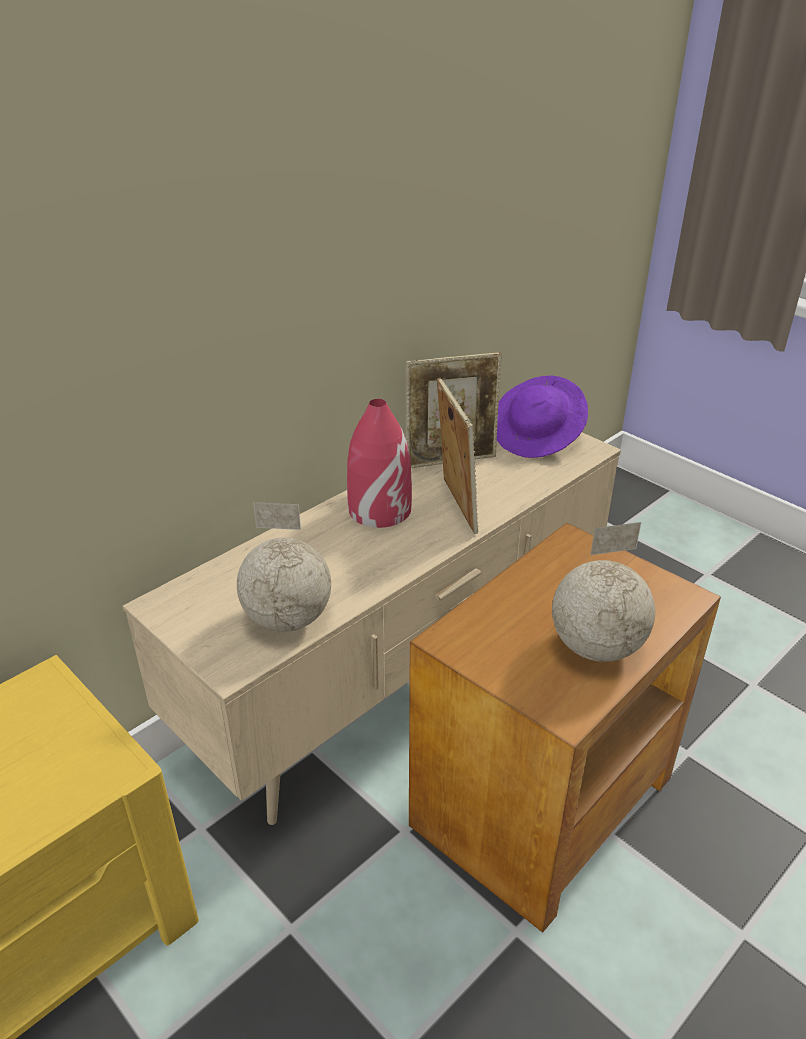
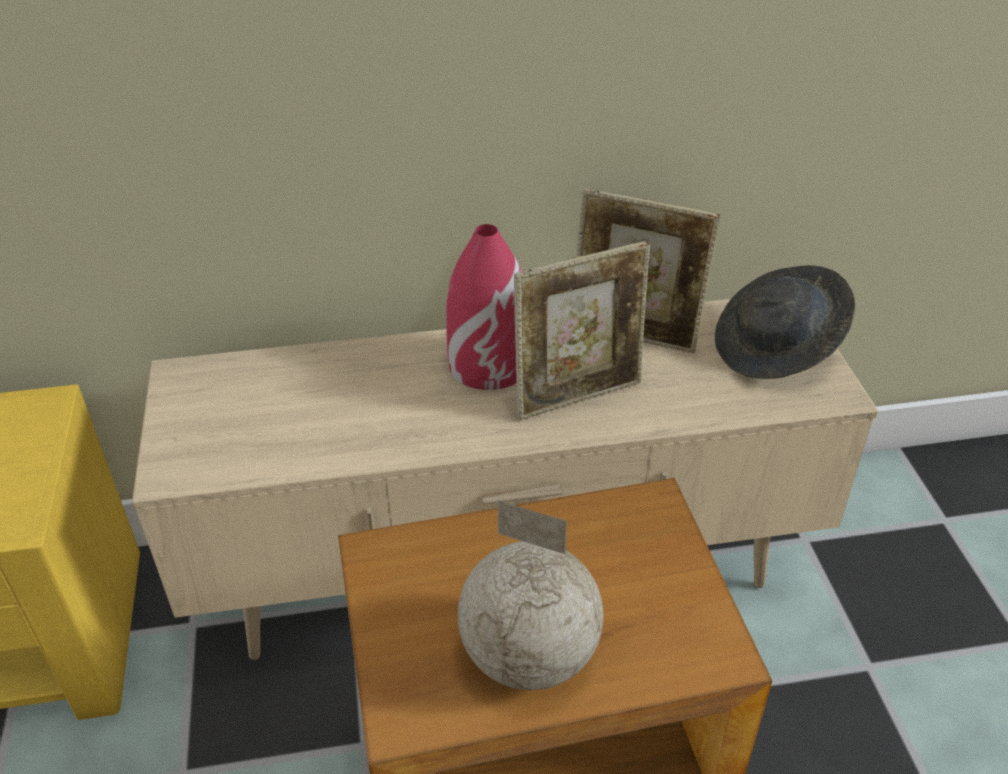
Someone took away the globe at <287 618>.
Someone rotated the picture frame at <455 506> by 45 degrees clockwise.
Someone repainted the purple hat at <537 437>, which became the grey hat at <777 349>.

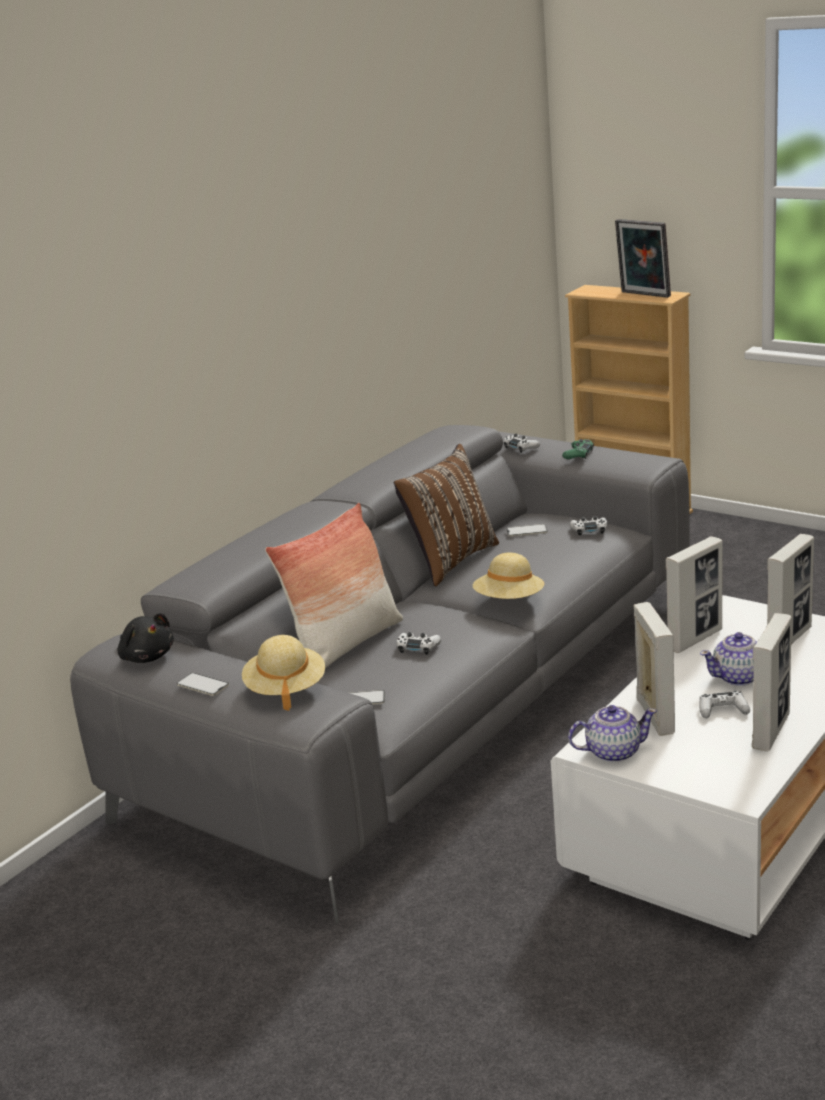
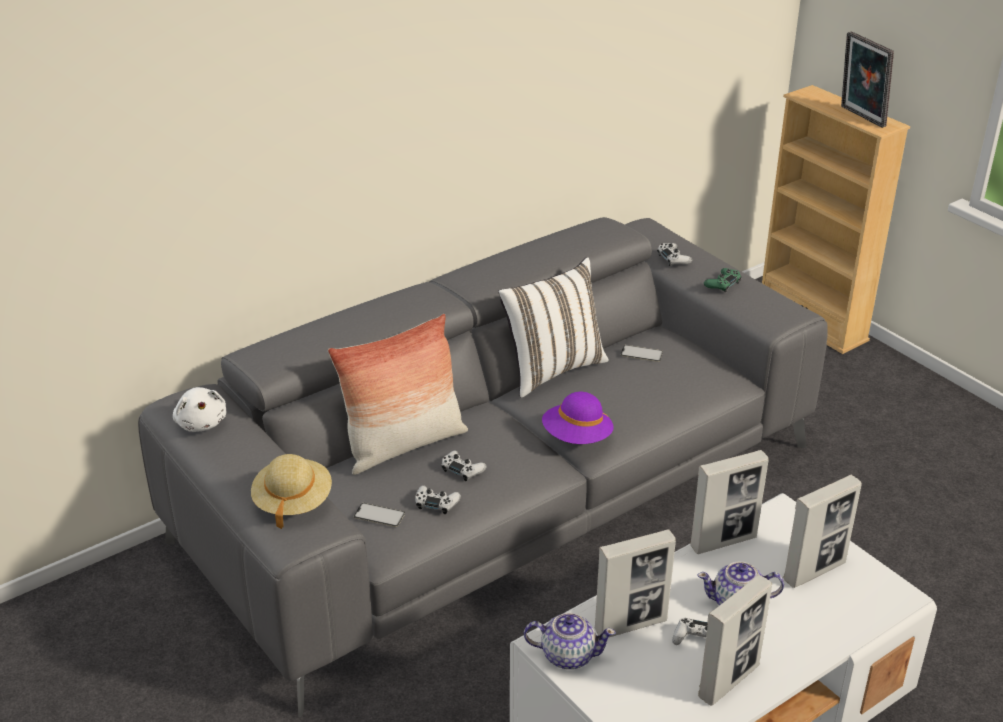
Someone repainted the black plush toy at <147 656>, which became the white plush toy at <201 422>.
Someone took away the phone at <202 684>.
Someone repainted the brown pillow at <450 561>, which became the white pillow at <552 369>.
Someone repainted the beige hat at <509 601>, which became the purple hat at <577 437>.
Someone carried the white game controller from <589 530> to <436 503>.
Someone rotated the picture frame at <655 716> by 60 degrees clockwise.

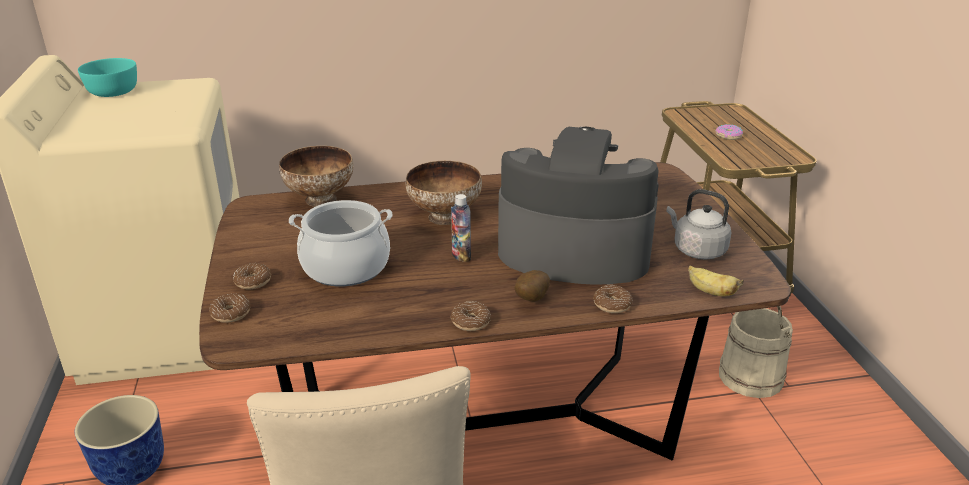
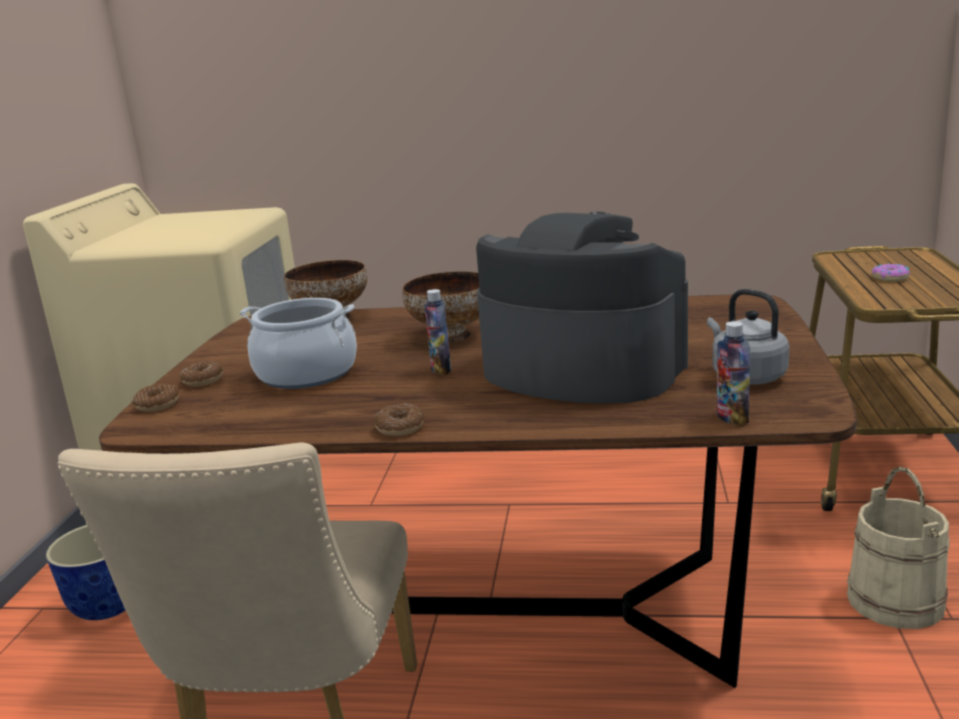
Someone took away the turquoise bowl at <114 92>.
Someone took away the potato at <530 299>.
Someone took away the donut at <612 304>.
Someone swapped the banana at <710 292> for the bottle at <732 418>.

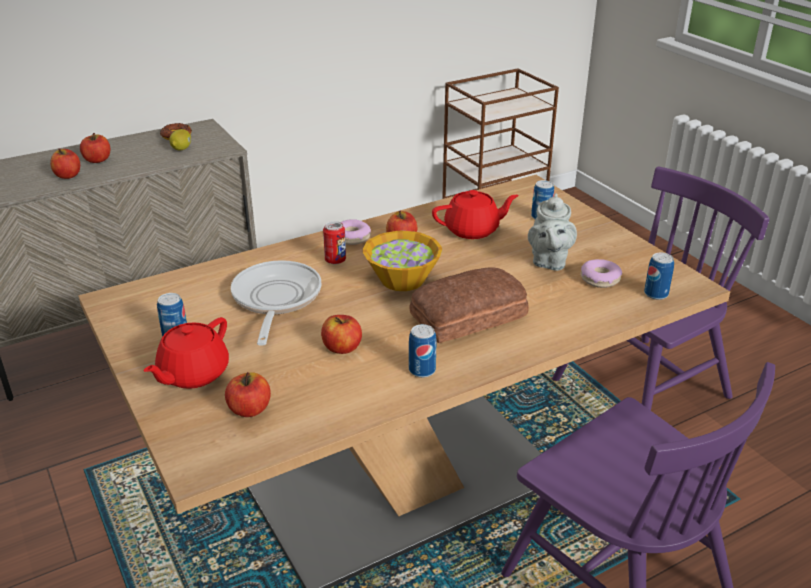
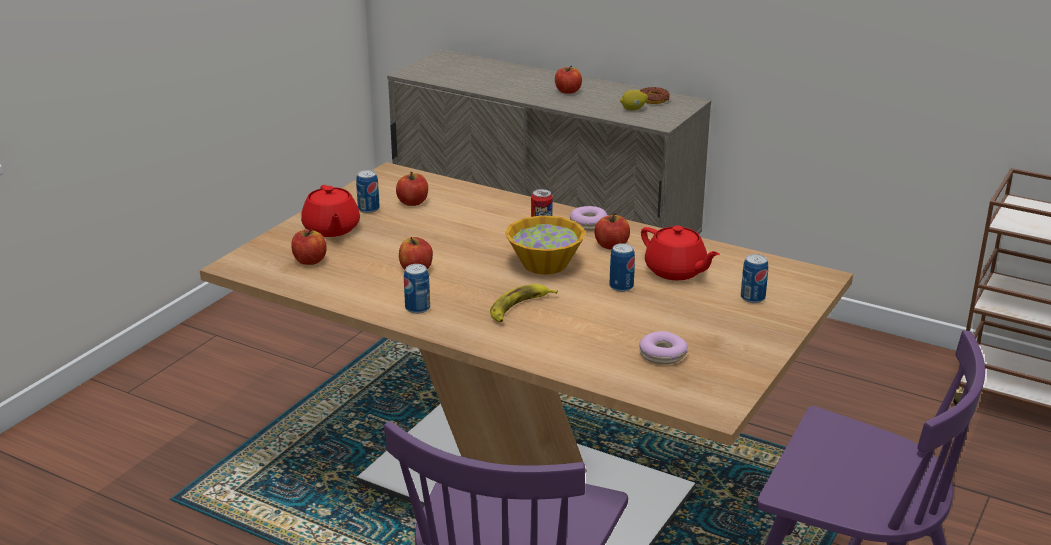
Someone carried the apple from <68 175> to <413 202>.
Someone rotated the red teapot at <192 374> by 105 degrees counterclockwise.
Someone took away the frying pan at <275 300>.
Someone swapped the bread at <470 317> for the banana at <519 308>.
Someone took away the grey teapot at <548 261>.
Someone carried the can from <656 294> to <621 287>.

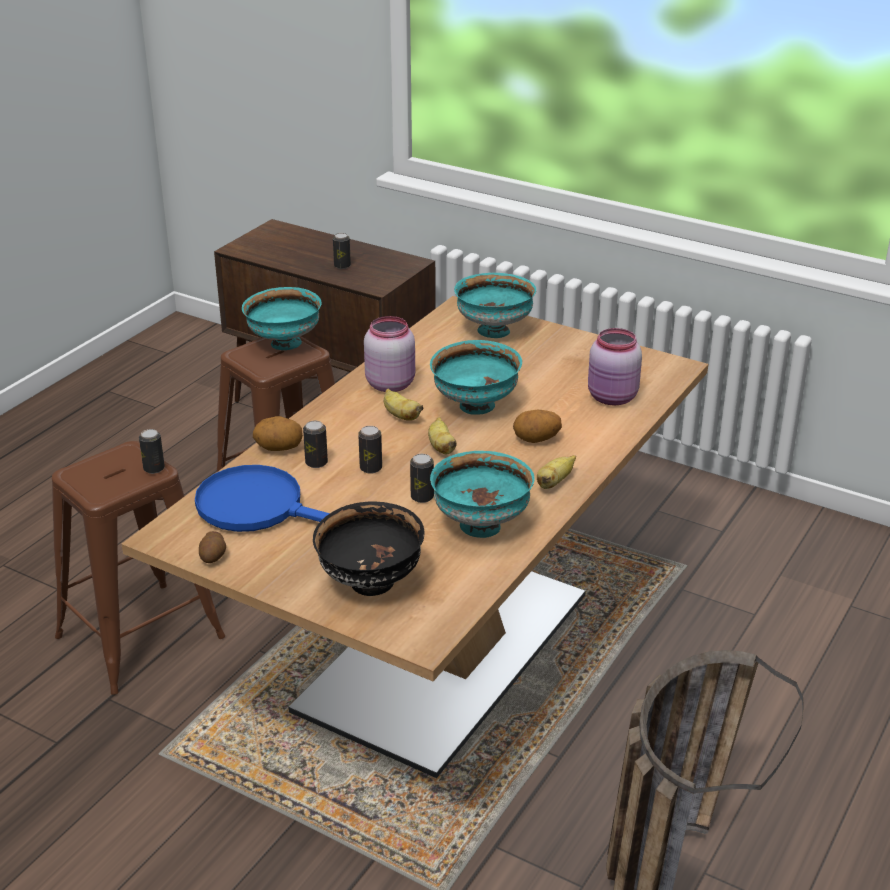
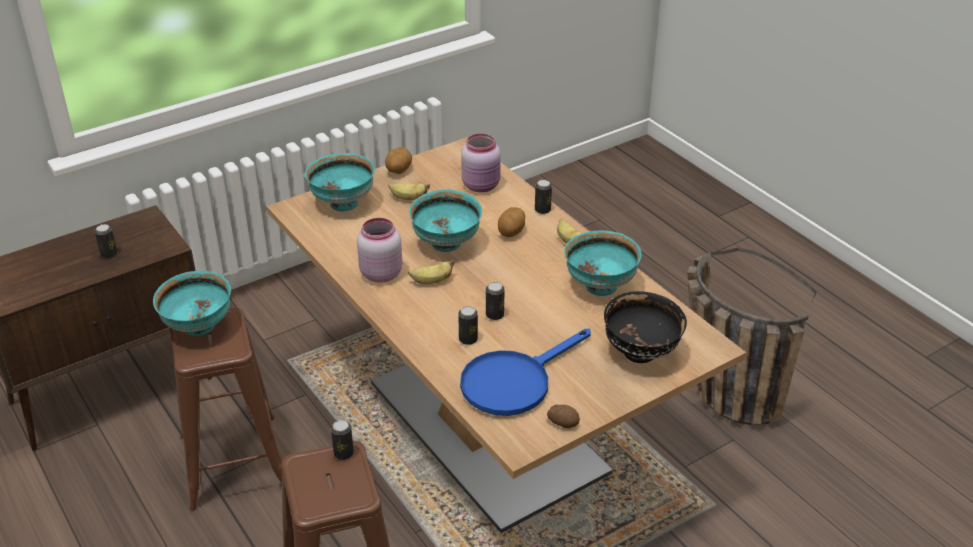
Someone carried the potato from <279 448> to <398 171>.
Someone carried the can from <422 497> to <542 210>.
Someone carried the banana from <441 447> to <408 198>.

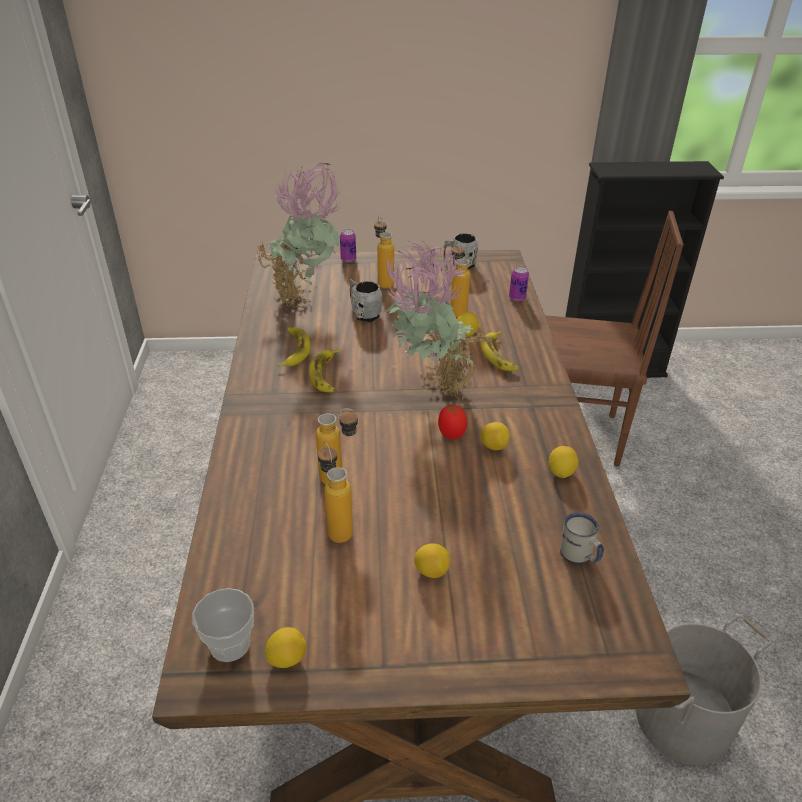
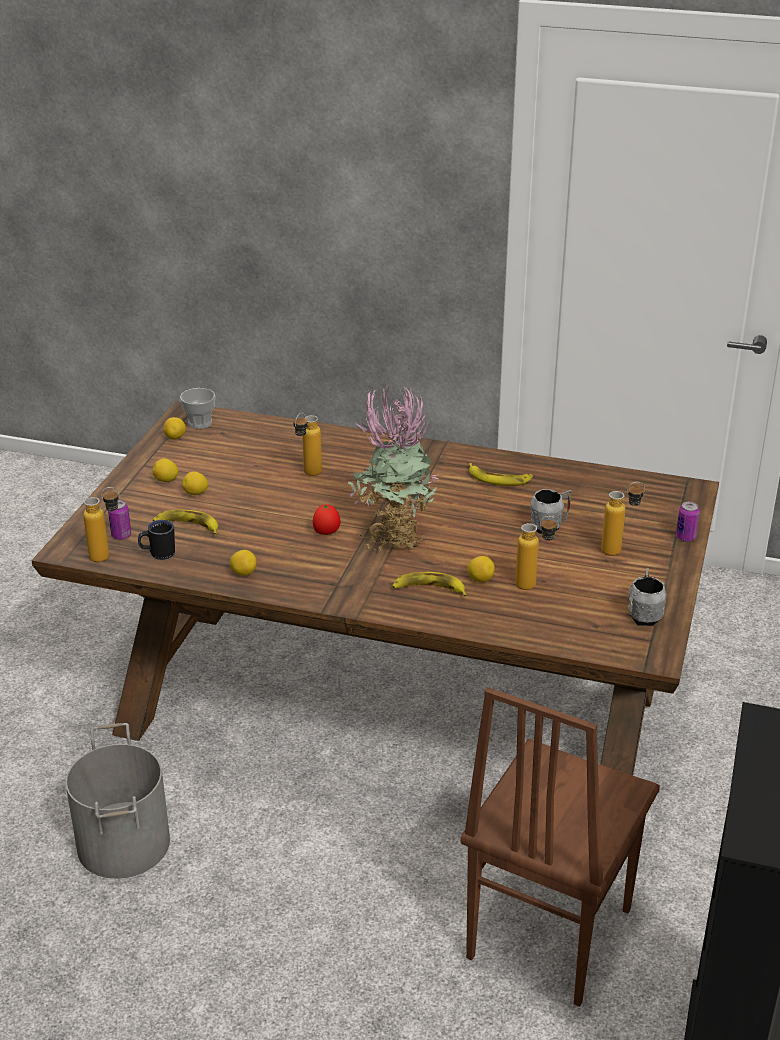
Someone took away the potted plant at <306 297>.
Someone carried the banana from <326 375> to <187 526>.
Someone carried the bottle from <336 527> to <108 557>.
Someone carried the lemon from <493 446> to <166 480>.
Someone carried the can from <517 298> to <121 535>.
Someone repainted the white mug at <579 557>, which became the black mug at <158 553>.

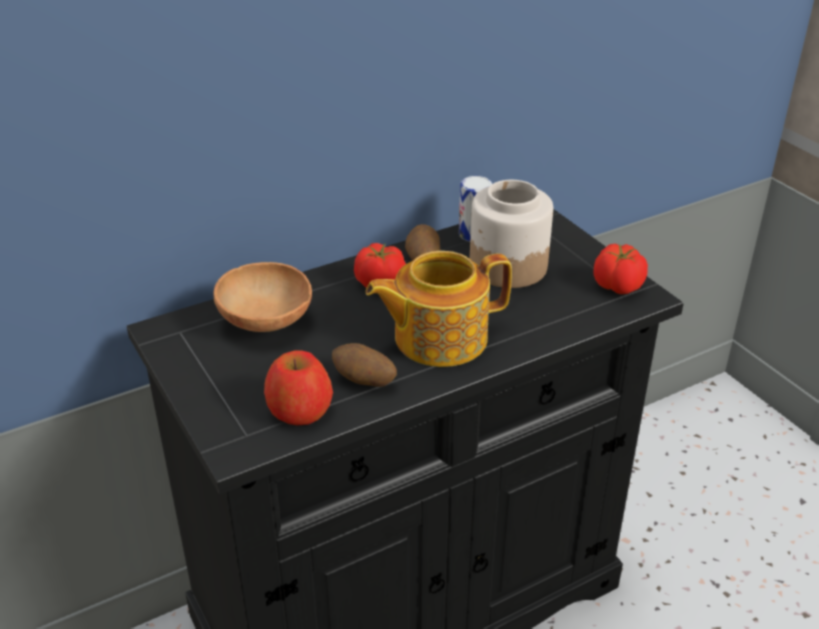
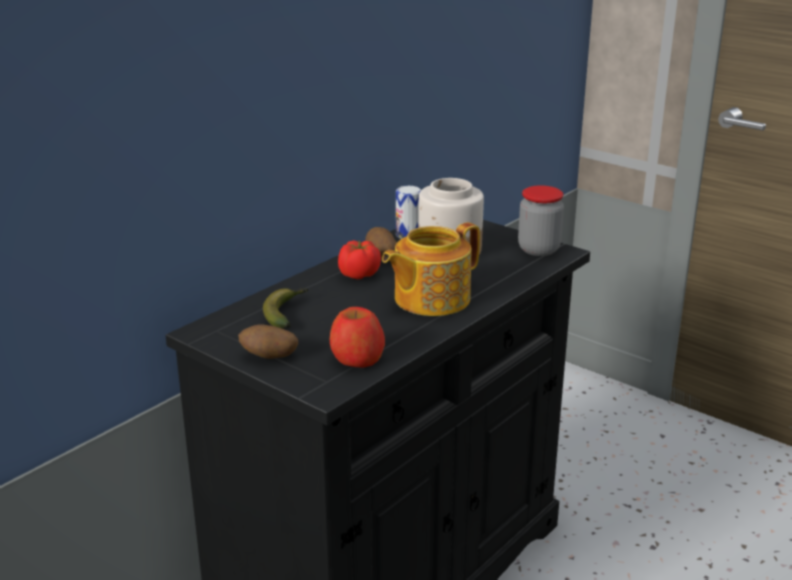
Someone swapped the brown bowl at <266 323> for the banana at <286 313>.
Someone carried the potato from <364 381> to <269 357>.
Someone swapped the tomato at <618 287> for the jar at <538 249>.

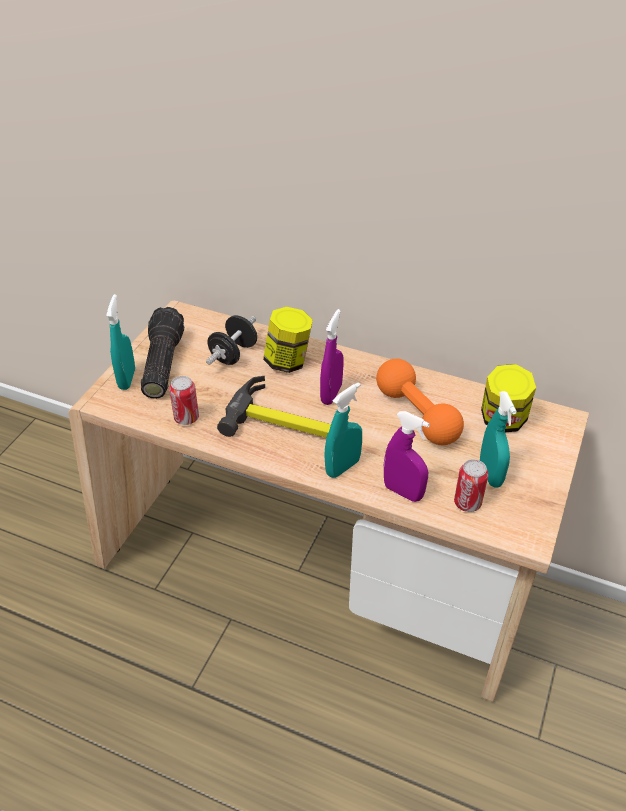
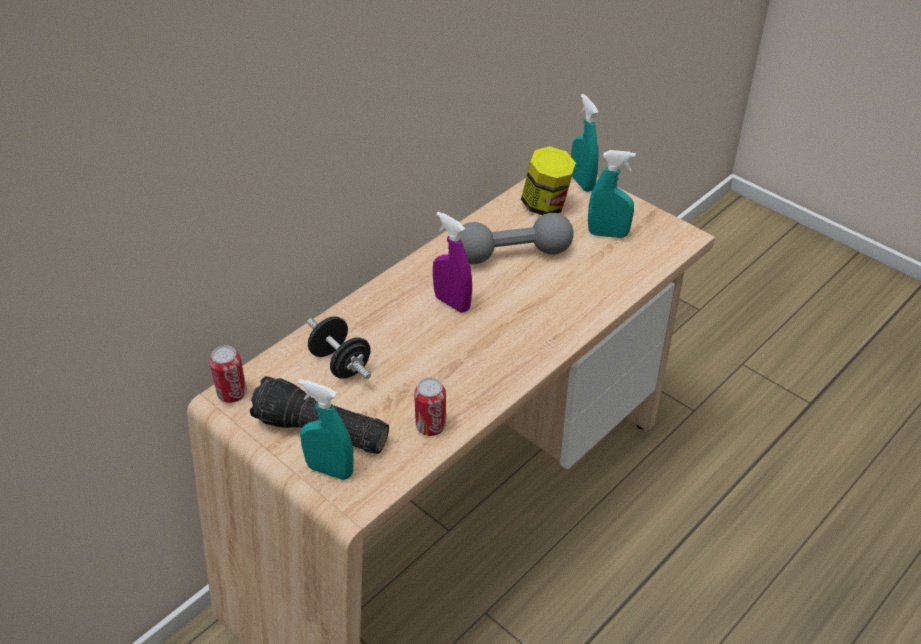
Someone took away the hammer at <288 422>.
Someone took away the jar at <288 361>.
Someone carried the turquoise spray bottle from <342 467> to <582 183>.
Someone repainted the orange dumbbell at <416 415>, which became the grey dumbbell at <512 254>.
Someone took away the purple spray bottle at <403 492>.
Someone carried the can from <467 503> to <232 394>.

